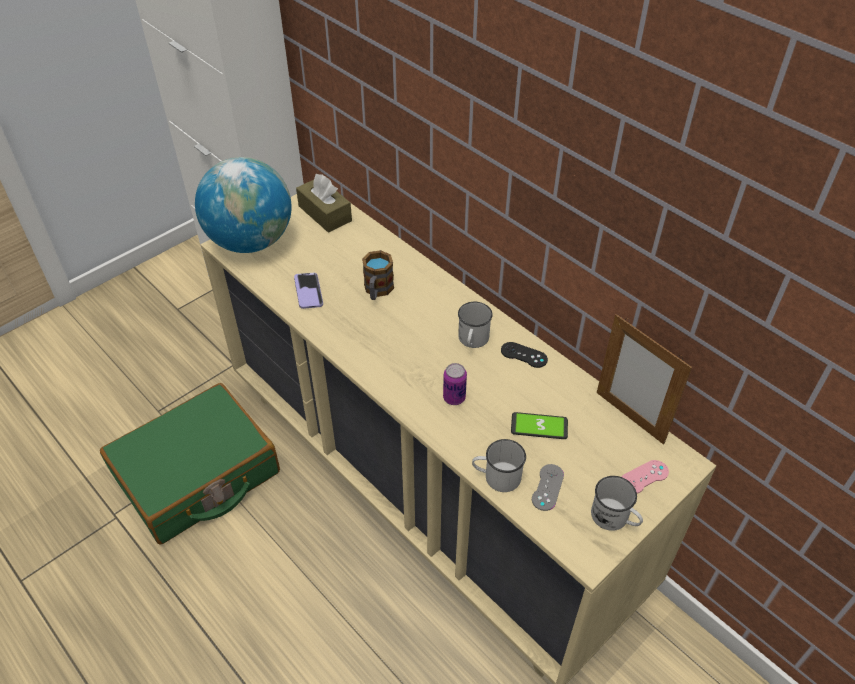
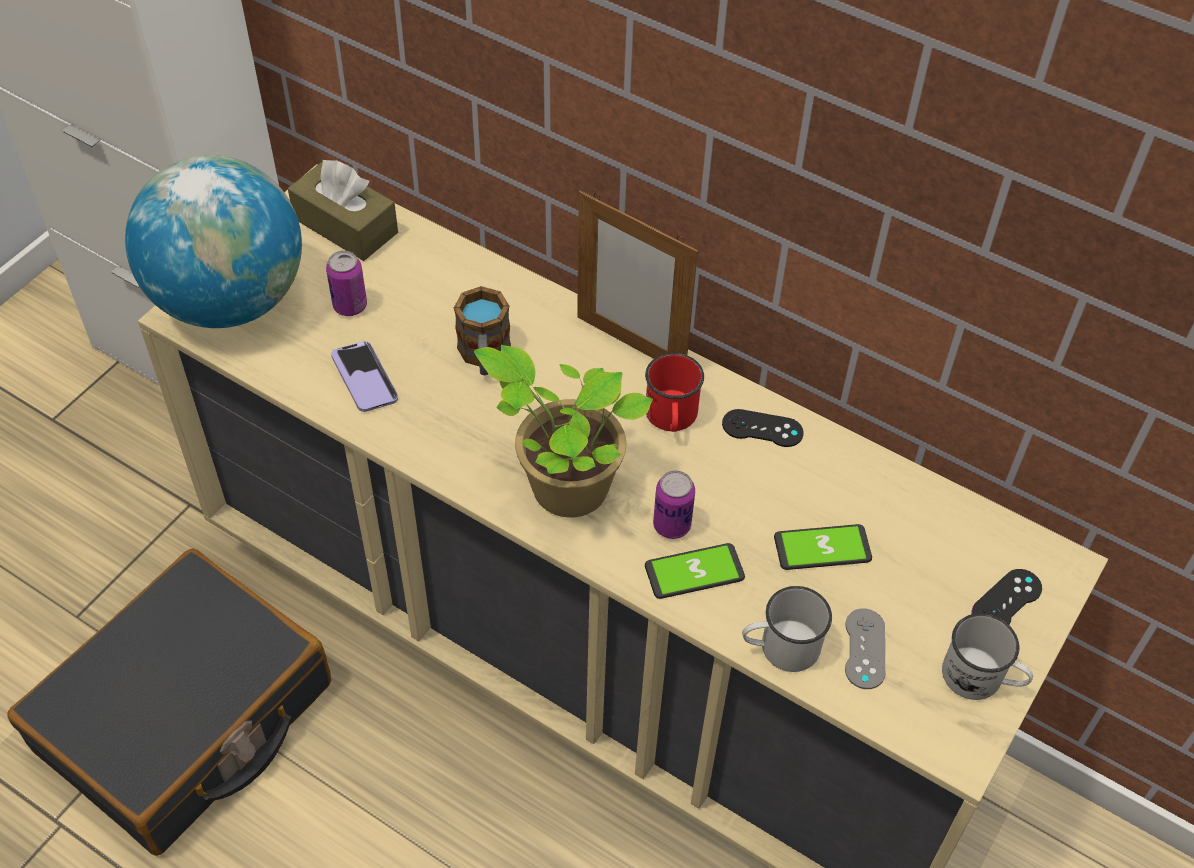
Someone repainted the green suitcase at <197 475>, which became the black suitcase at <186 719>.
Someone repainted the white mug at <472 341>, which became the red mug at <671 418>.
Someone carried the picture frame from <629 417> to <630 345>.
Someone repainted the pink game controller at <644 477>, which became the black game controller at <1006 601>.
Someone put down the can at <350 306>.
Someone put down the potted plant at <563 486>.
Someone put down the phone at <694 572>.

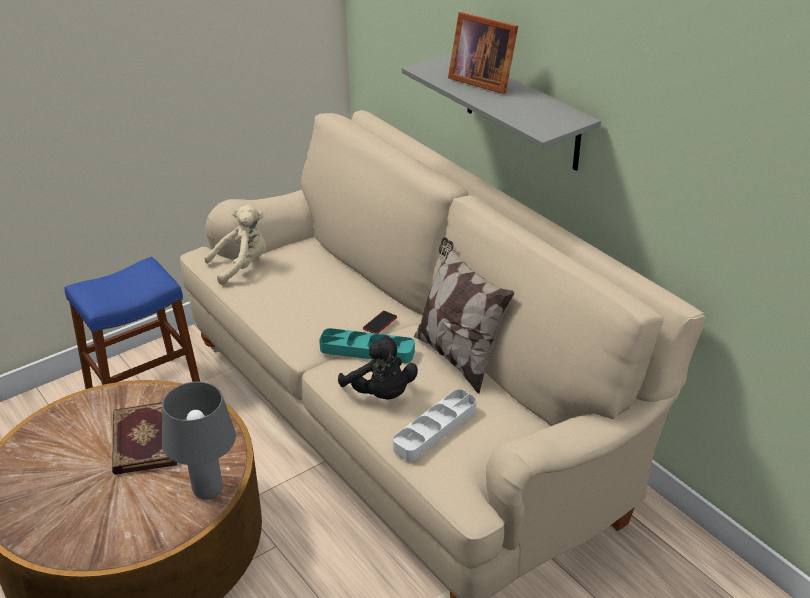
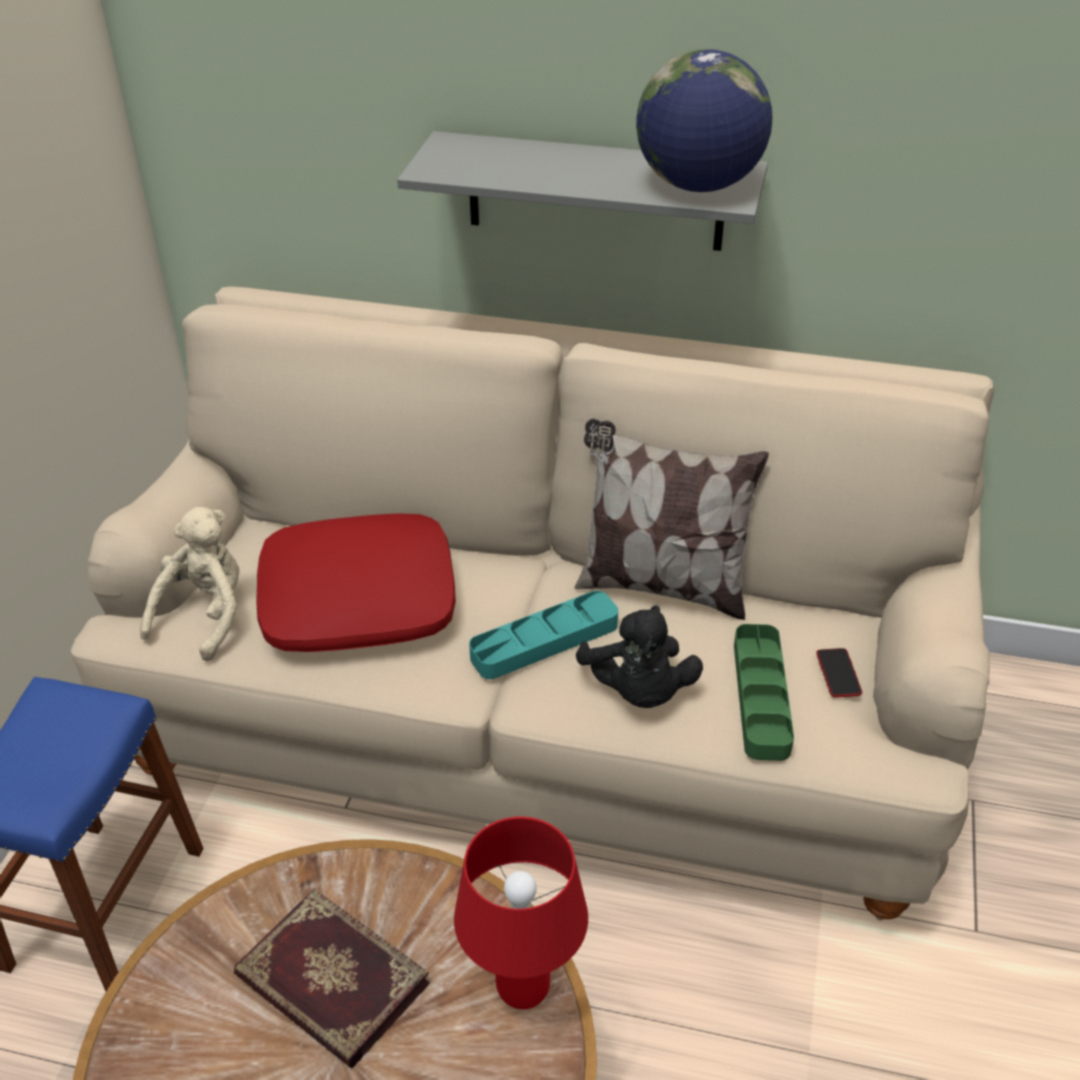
Someone repainted the grey table lamp at <207 491>, which became the red table lamp at <521 990>.
Someone rotated the black plush toy at <380 394> by 60 degrees clockwise.
Someone carried the phone from <380 323> to <838 673>.
Someone repainted the white tray at <435 429>, which became the green tray at <761 696>.
Someone took away the picture frame at <481 81>.
Someone put down the red pillow at <359 600>.
Someone put down the globe at <698 186>.

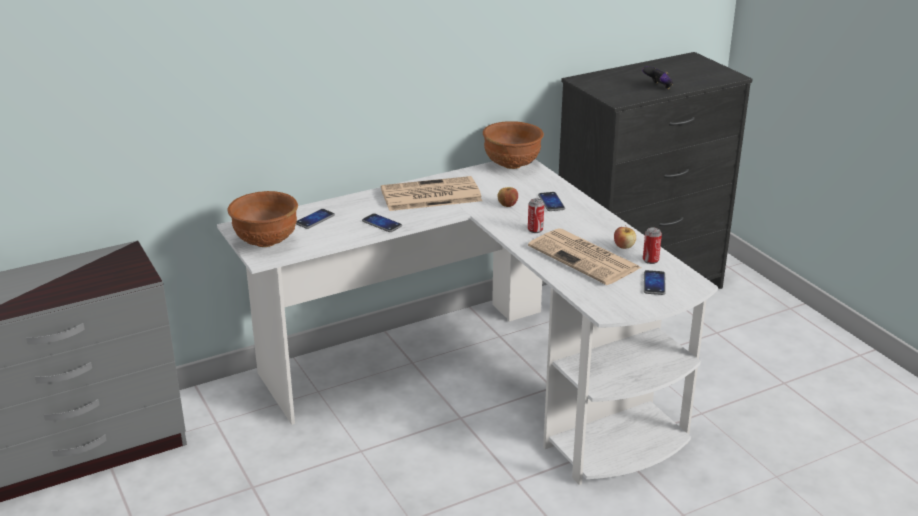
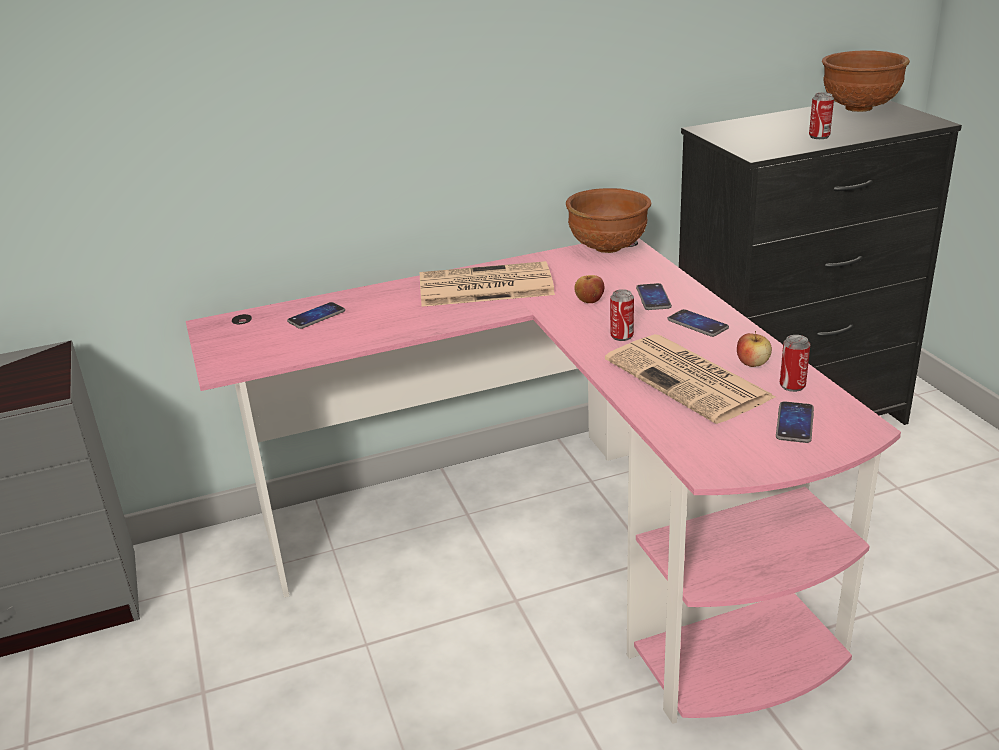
Someone repainted the white desk at <482 380>, which became the pink desk at <557 544>.
Someone carried the brown bowl from <266 241> to <858 108>.
Someone carried the phone from <382 224> to <697 324>.
Someone swapped the game controller at <658 87> for the can at <819 136>.

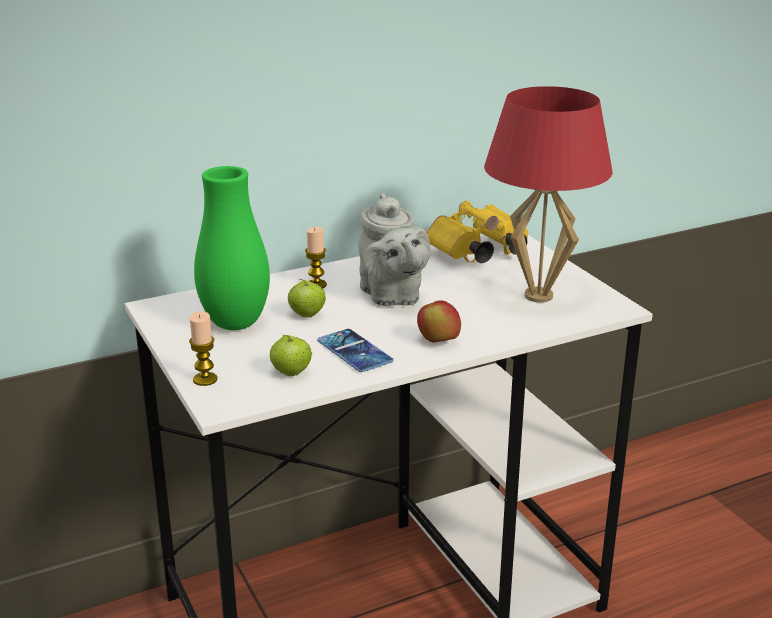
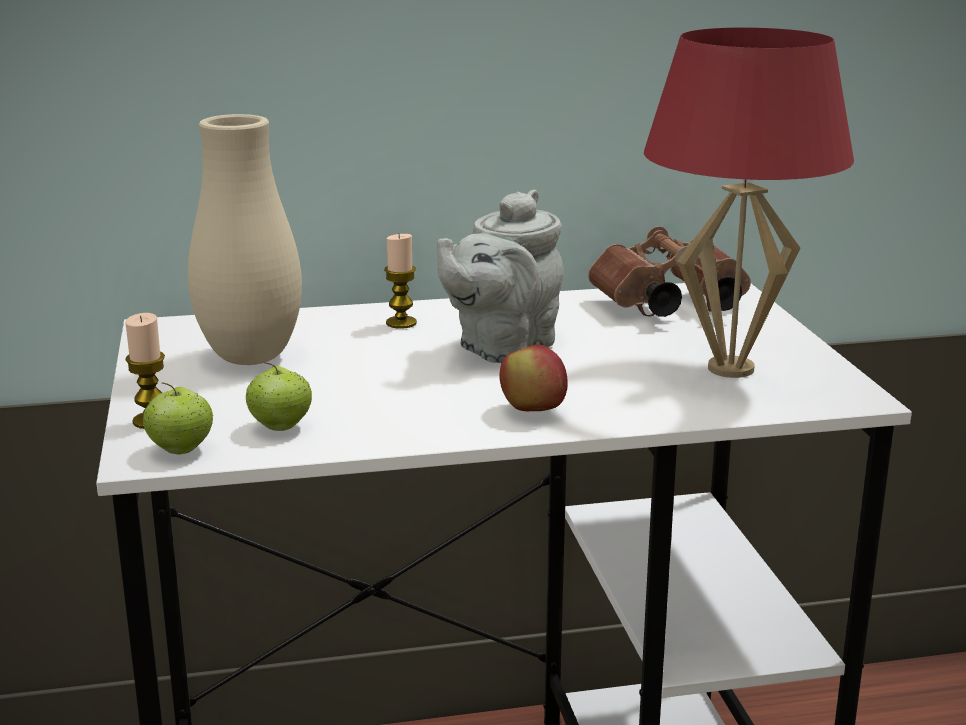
Someone repainted the green vase at <235 323>, which became the beige vase at <250 358>.
Someone carried the apple from <307 315> to <181 450>.
Someone took away the phone at <354 351>.
Someone rotated the grey teapot at <392 296> by 45 degrees clockwise.
Someone repainted the yellow binoculars at <477 253>, which became the brown binoculars at <666 307>.

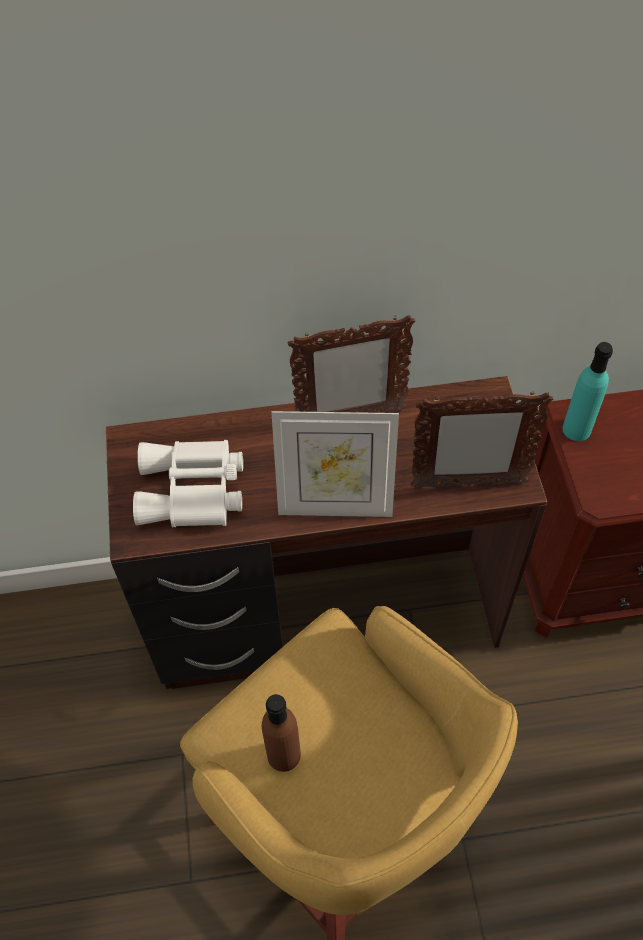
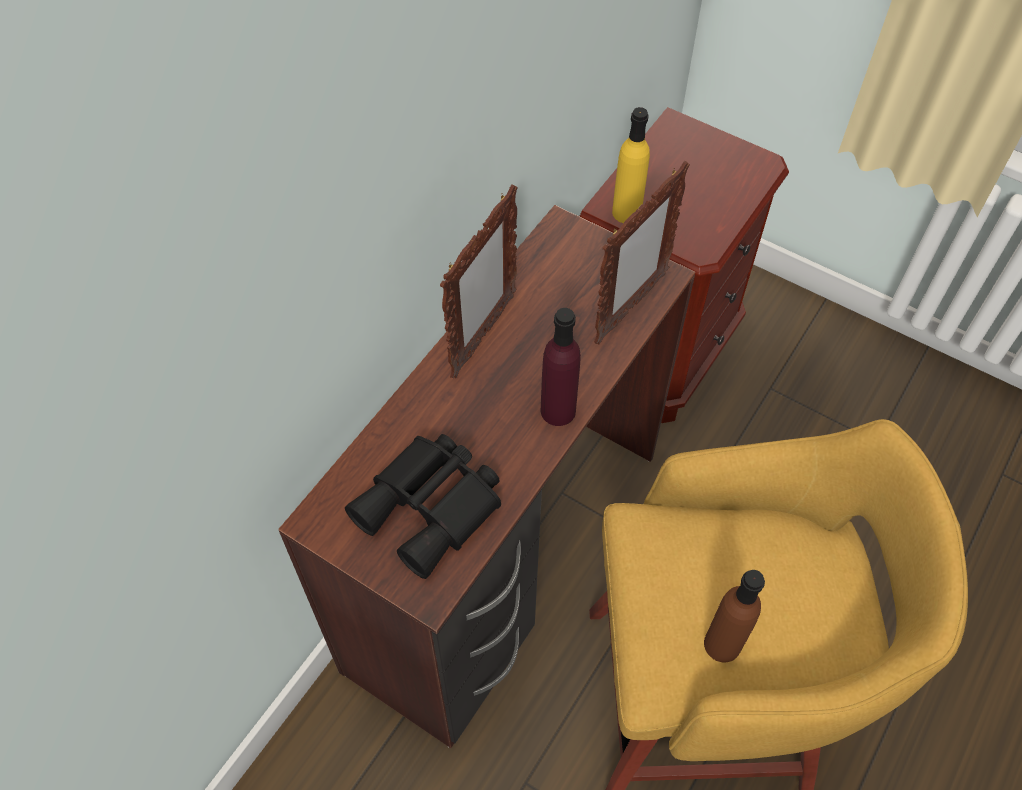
Someone repainted the white binoculars at <193 492>, which became the black binoculars at <433 508>.
Someone swapped the picture frame at <335 505> for the purple bottle at <558 411>.
Someone repainted the turquoise bottle at <576 429>, which became the yellow bottle at <626 212>.

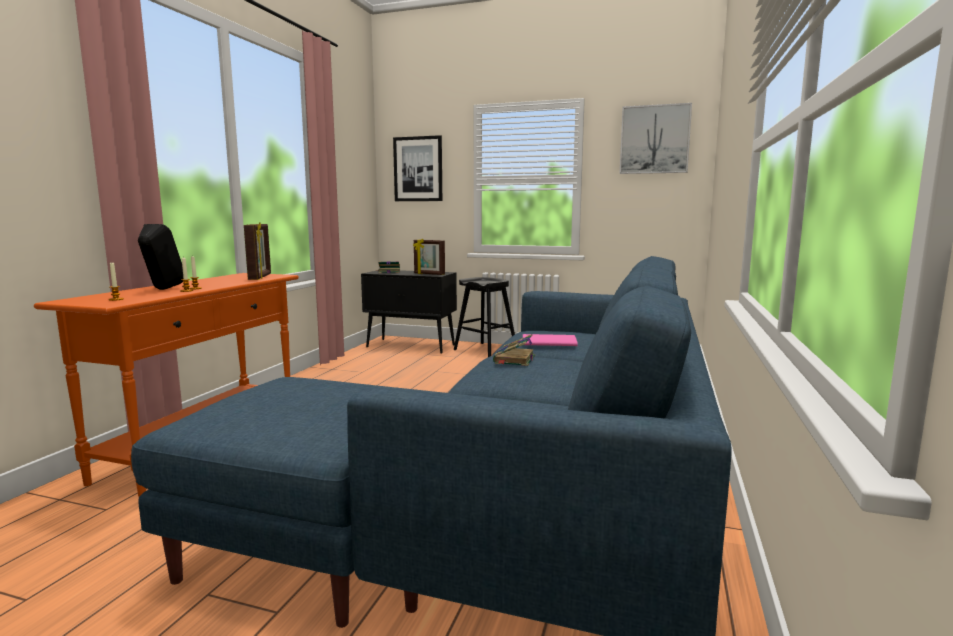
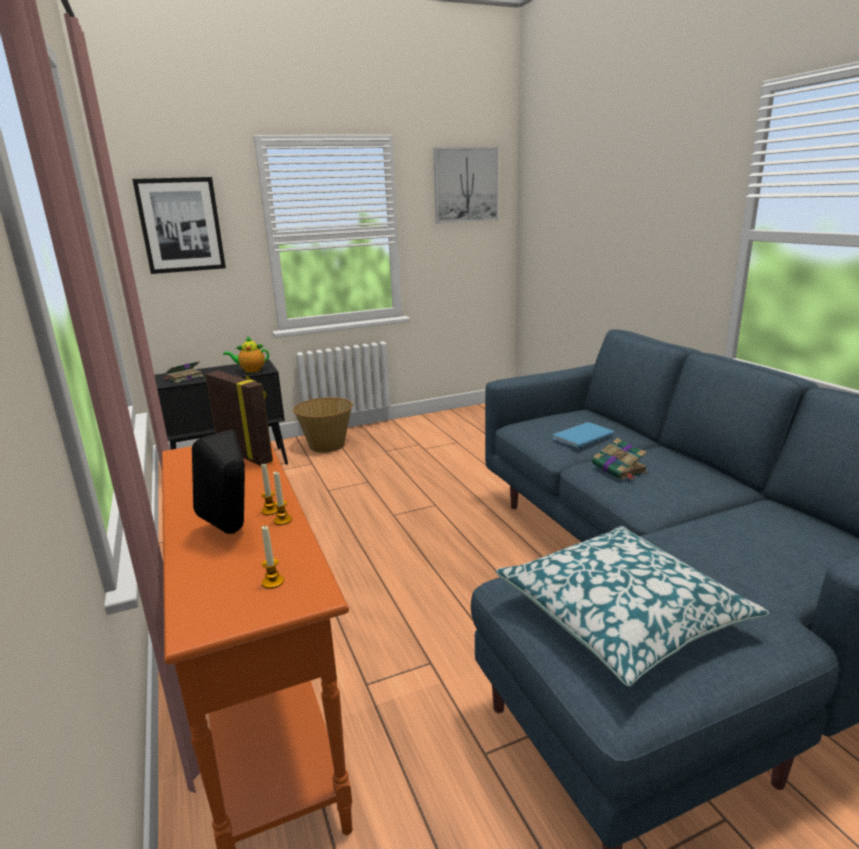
Someone swapped the picture frame at <429 274> for the teapot at <251 370>.
Someone swapped the black stool at <485 350> for the basket at <327 445>.
Someone repainted the pink book at <547 341>, which became the blue book at <580 436>.
Someone put down the pillow at <621 615>.

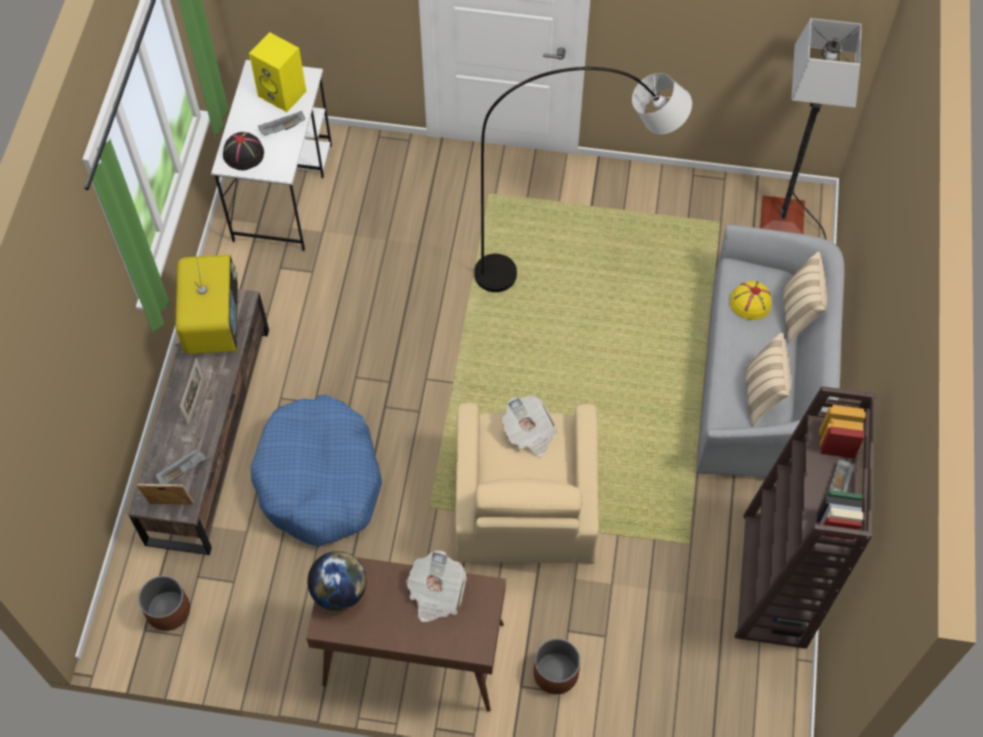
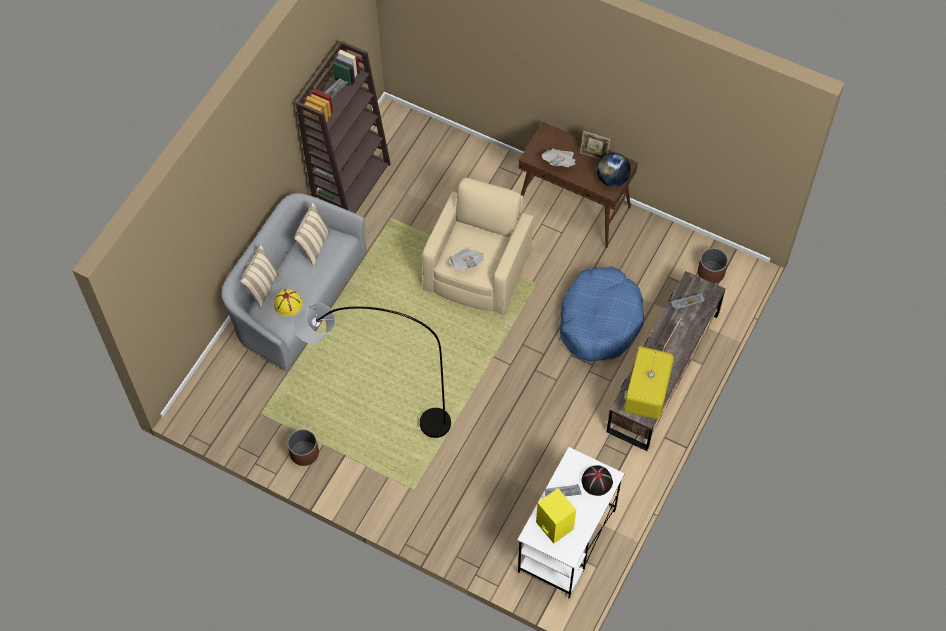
Someone carried the picture frame from <171 505> to <594 155>.
Someone carried the brown planter from <555 673> to <304 453>.
Someone took away the floor lamp at <786 230>.

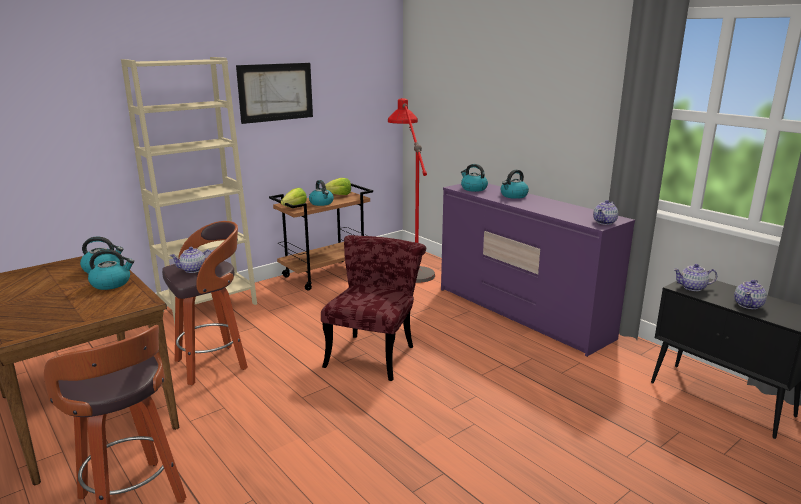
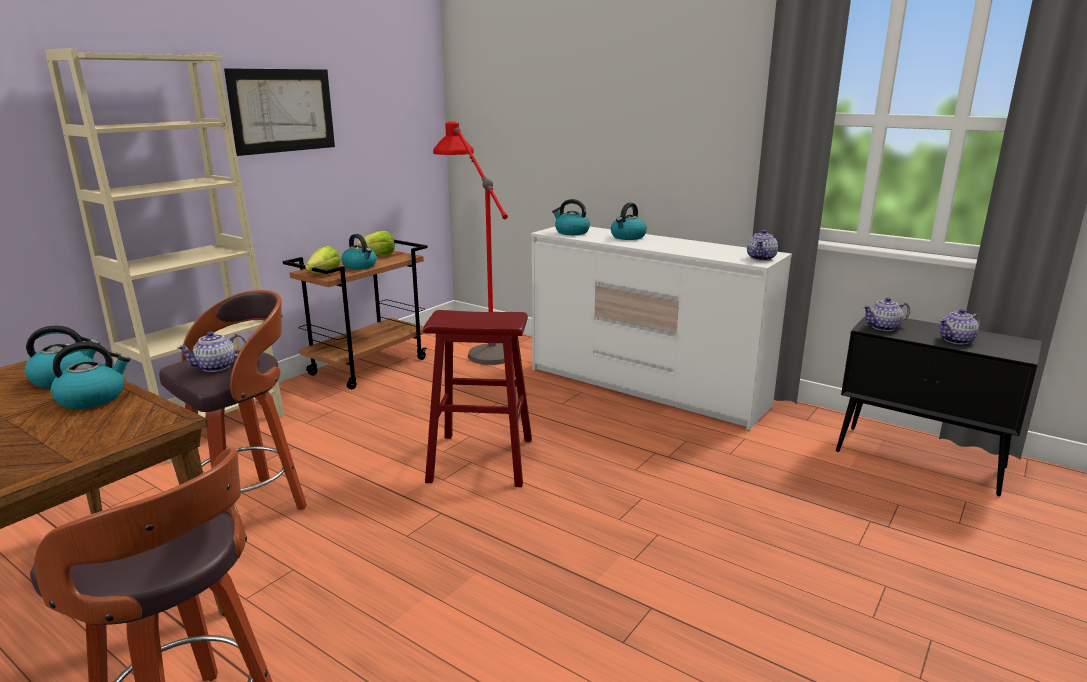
Someone swapped the red chair at <374 352> for the red stool at <481 459>.
Someone repainted the purple dresser at <521 313>, which became the white dresser at <646 388>.
Someone rotated the teapot at <748 305> by 45 degrees clockwise.

